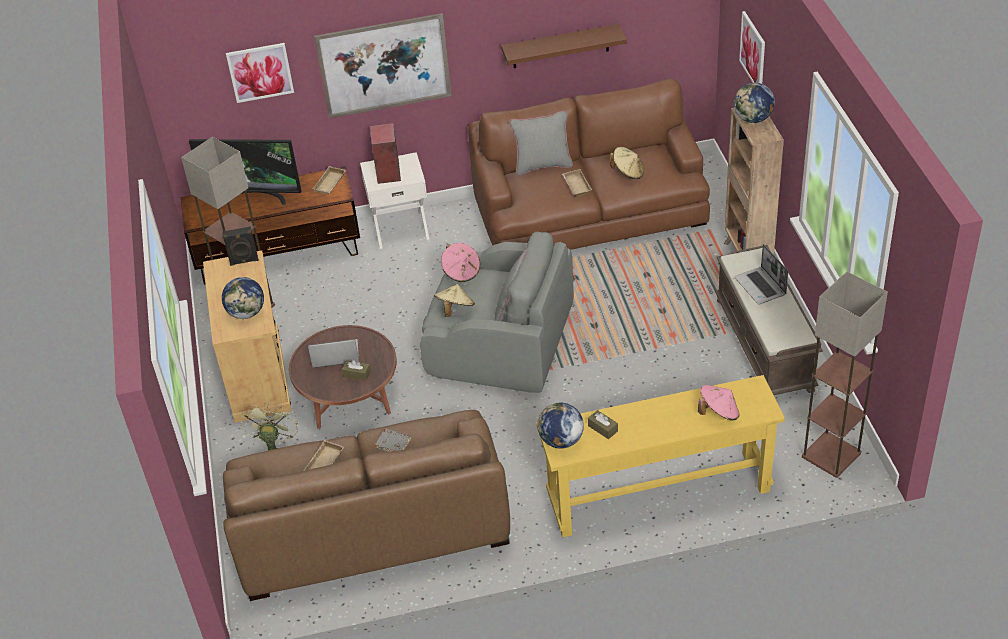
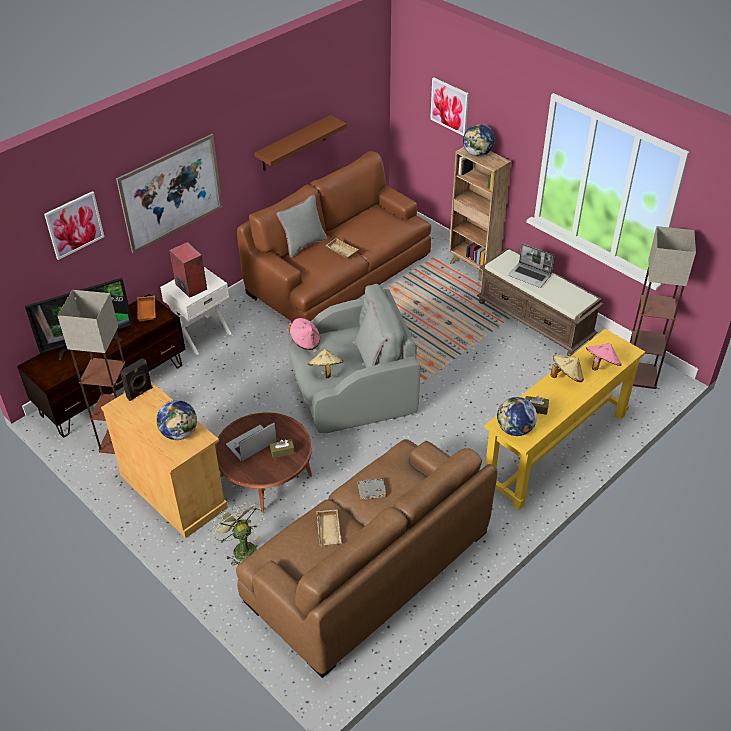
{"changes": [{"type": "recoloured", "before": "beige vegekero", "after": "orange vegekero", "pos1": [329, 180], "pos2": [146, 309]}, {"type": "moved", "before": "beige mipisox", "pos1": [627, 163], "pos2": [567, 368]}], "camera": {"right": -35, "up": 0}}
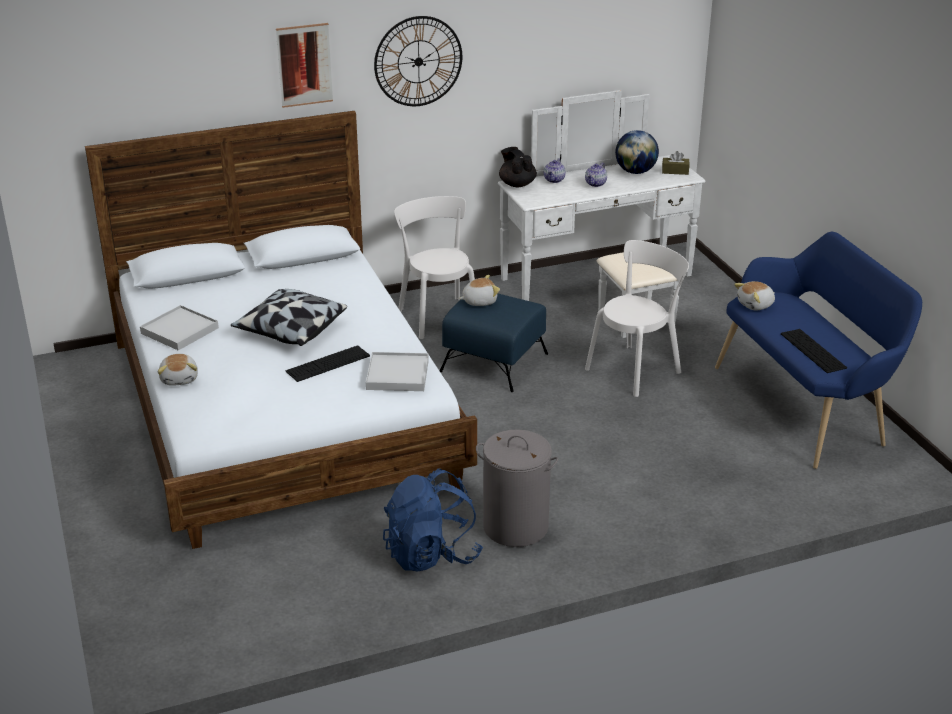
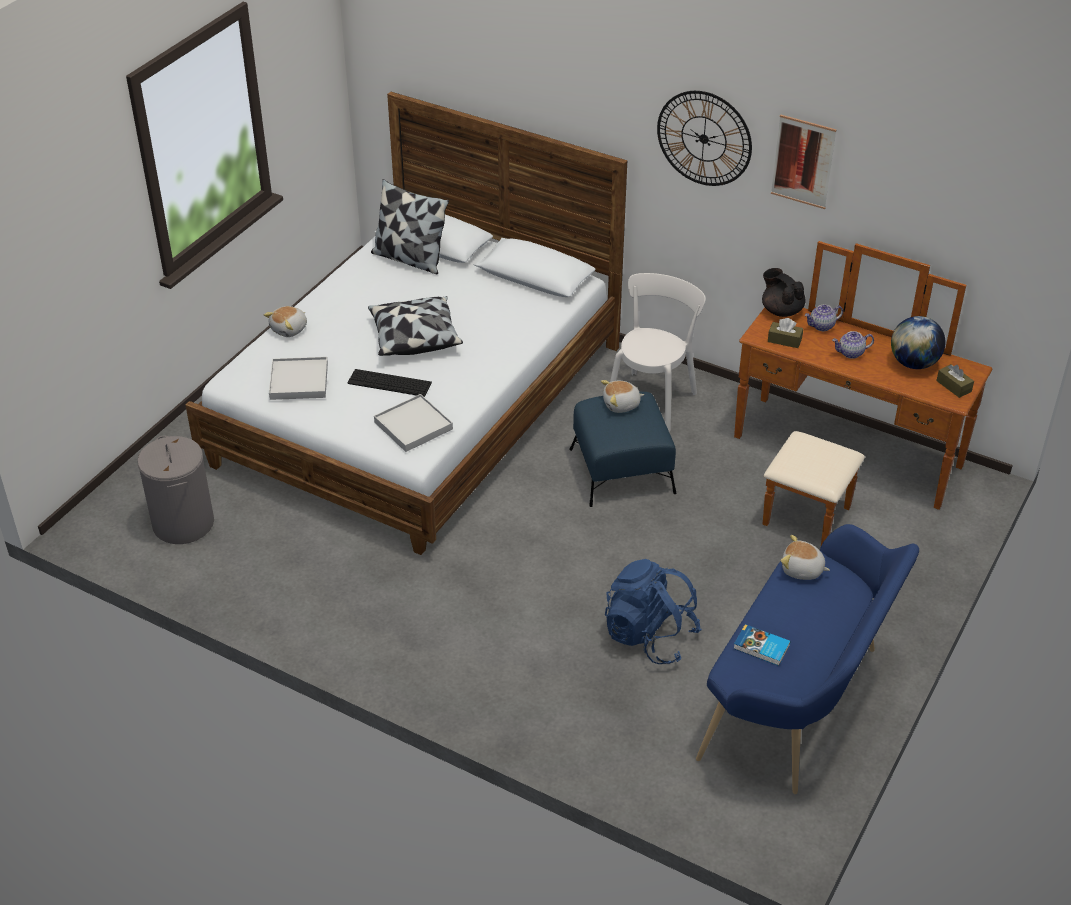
{"changes": [{"type": "moved", "before": "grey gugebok", "pos1": [517, 488], "pos2": [175, 489]}, {"type": "moved", "before": "white vegekero", "pos1": [179, 327], "pos2": [298, 378]}, {"type": "added", "after": "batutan", "pos2": [410, 226]}, {"type": "turned", "before": "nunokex", "pos1": [479, 290], "pos2": [622, 396], "turn": 135}, {"type": "moved", "before": "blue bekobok", "pos1": [433, 520], "pos2": [653, 611]}, {"type": "replaced", "before": "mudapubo", "after": "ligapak", "pos1": [814, 351], "pos2": [761, 645]}, {"type": "recoloured", "before": "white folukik", "after": "brown folukik", "pos1": [601, 214], "pos2": [863, 393]}, {"type": "turned", "before": "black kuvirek", "pos1": [518, 167], "pos2": [784, 292], "turn": -60}, {"type": "added", "after": "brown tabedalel", "pos2": [785, 333]}, {"type": "moved", "before": "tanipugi", "pos1": [304, 65], "pos2": [804, 162]}, {"type": "removed", "before": "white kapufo", "pos1": [637, 318]}], "camera": {"right": 50, "up": 10}}
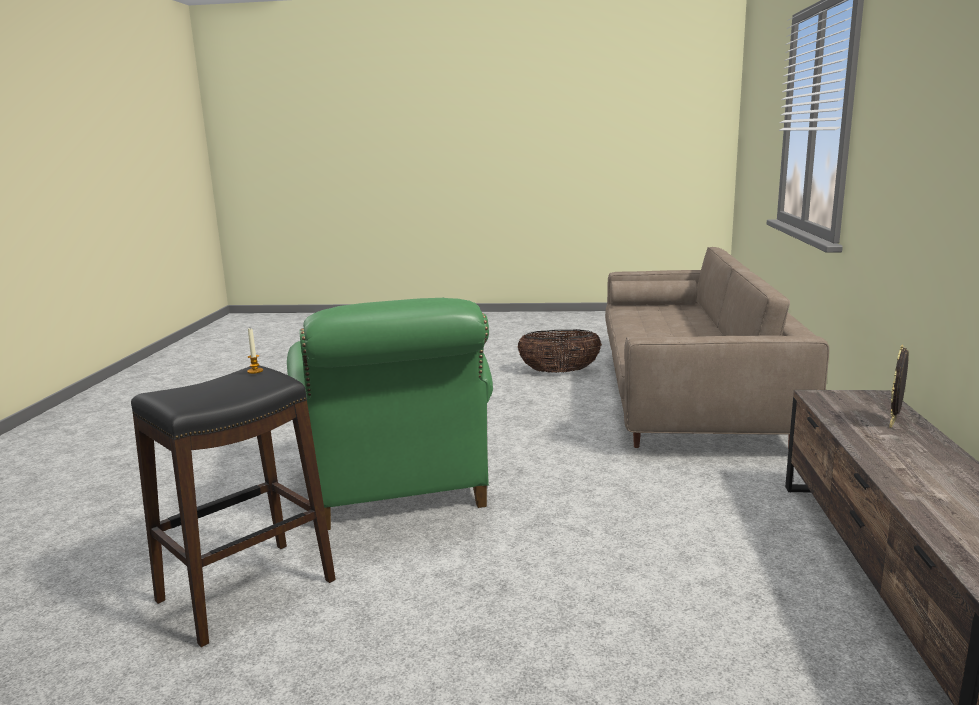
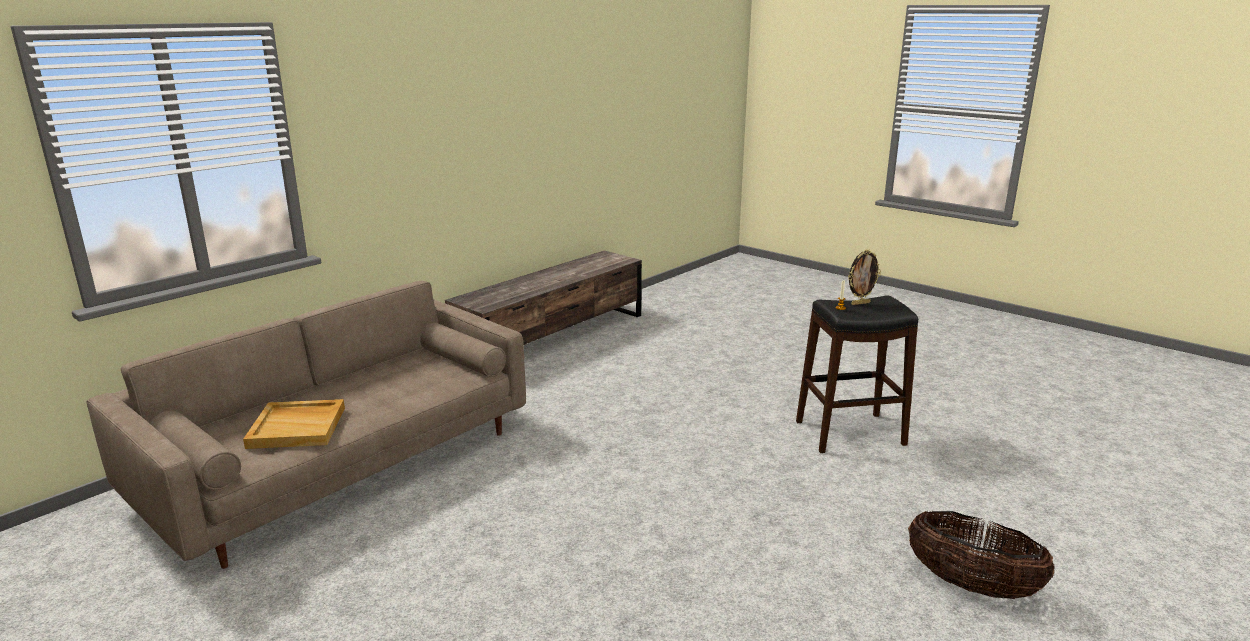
{"changes": [{"type": "added", "after": "beige vegekero", "pos2": [294, 424]}, {"type": "moved", "before": "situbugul", "pos1": [899, 386], "pos2": [864, 277]}, {"type": "moved", "before": "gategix", "pos1": [560, 351], "pos2": [981, 554]}, {"type": "removed", "before": "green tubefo", "pos1": [390, 414]}], "camera": {"right": -145, "up": 5}}
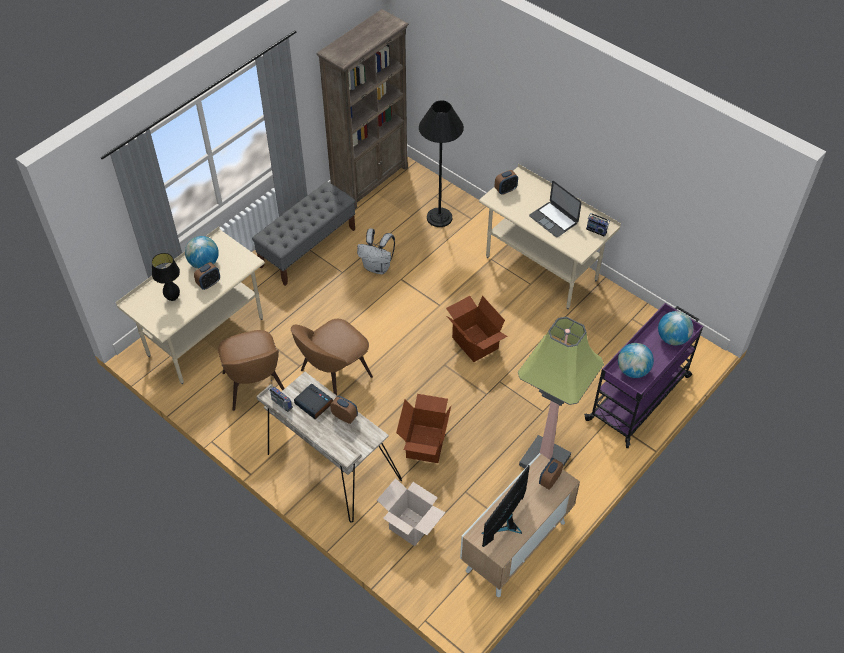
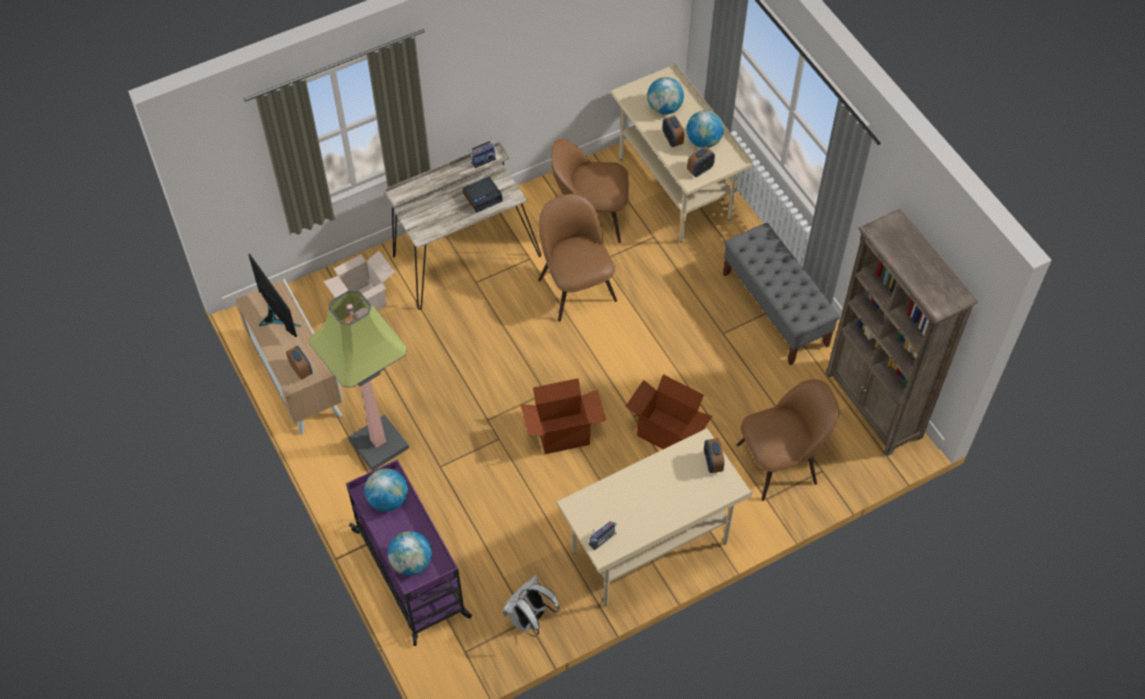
{"changes": [{"type": "moved", "before": "white bekobok", "pos1": [376, 251], "pos2": [531, 606]}, {"type": "moved", "before": "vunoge", "pos1": [423, 428], "pos2": [669, 411]}, {"type": "replaced", "before": "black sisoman", "after": "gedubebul", "pos1": [166, 277], "pos2": [665, 96]}, {"type": "moved", "before": "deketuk", "pos1": [344, 410], "pos2": [701, 161]}, {"type": "replaced", "before": "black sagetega", "after": "brown kapufo", "pos1": [441, 163], "pos2": [788, 440]}, {"type": "removed", "before": "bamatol", "pos1": [555, 209]}], "camera": {"right": 110, "up": 5}}
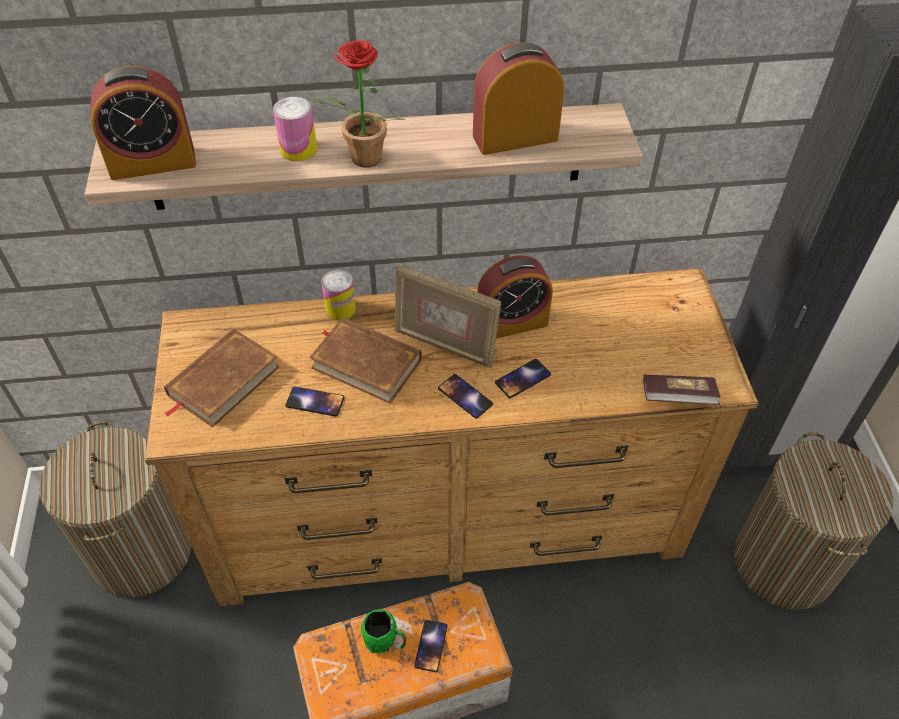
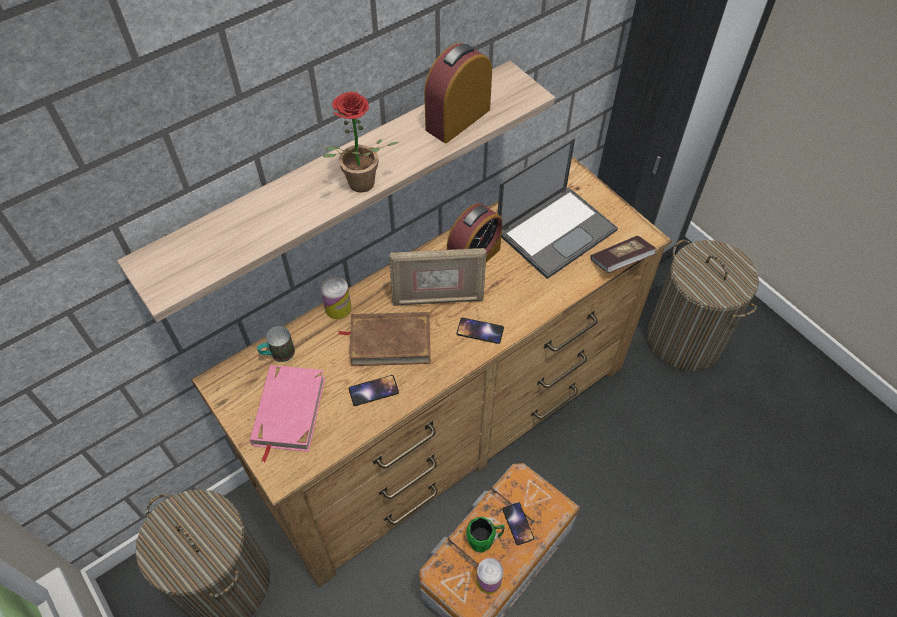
{"changes": [{"type": "recoloured", "before": "brown ligapak", "after": "pink ligapak", "pos1": [221, 378], "pos2": [287, 414]}, {"type": "added", "after": "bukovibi", "pos2": [276, 344]}, {"type": "moved", "before": "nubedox", "pos1": [295, 129], "pos2": [489, 576]}, {"type": "added", "after": "bamatol", "pos2": [558, 208]}, {"type": "removed", "before": "deketuk", "pos1": [143, 123]}, {"type": "removed", "before": "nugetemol", "pos1": [523, 378]}], "camera": {"right": -30, "up": 5}}
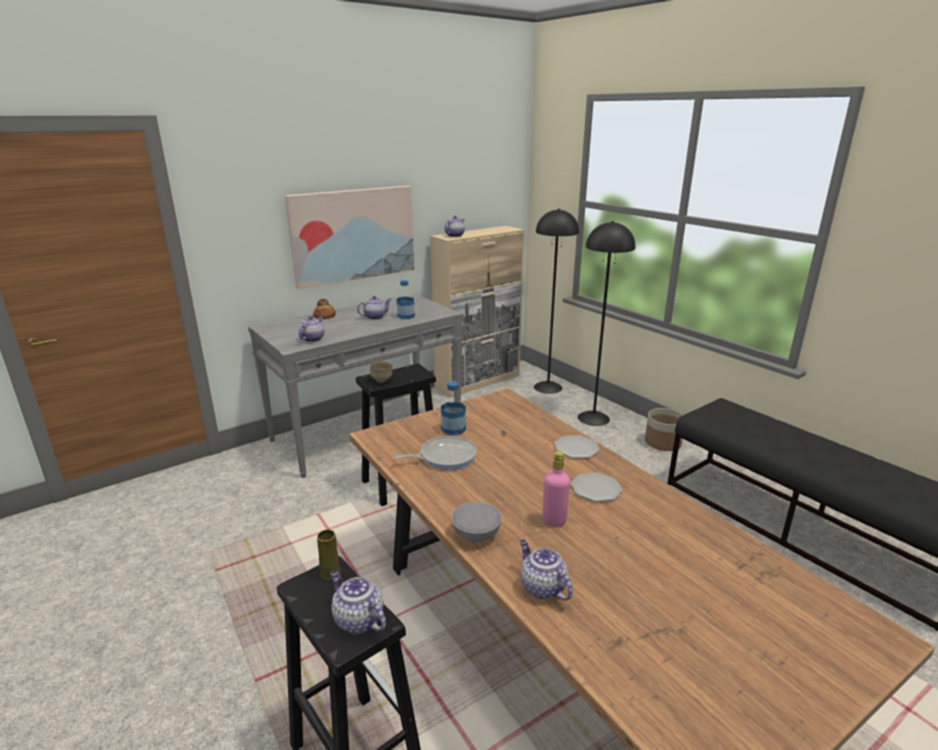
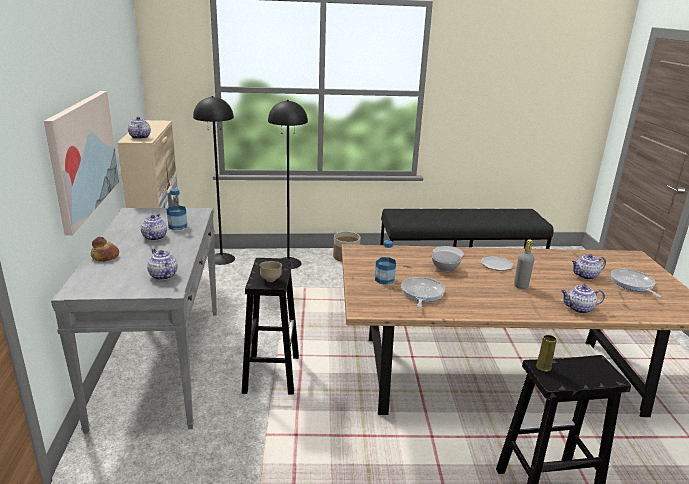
{"changes": [{"type": "moved", "before": "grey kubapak", "pos1": [476, 522], "pos2": [446, 261]}, {"type": "recoloured", "before": "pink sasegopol", "after": "grey sasegopol", "pos1": [556, 489], "pos2": [524, 264]}, {"type": "moved", "before": "kuvirek", "pos1": [358, 602], "pos2": [589, 267]}, {"type": "added", "after": "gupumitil", "pos2": [635, 283]}], "camera": {"right": -60, "up": 0}}
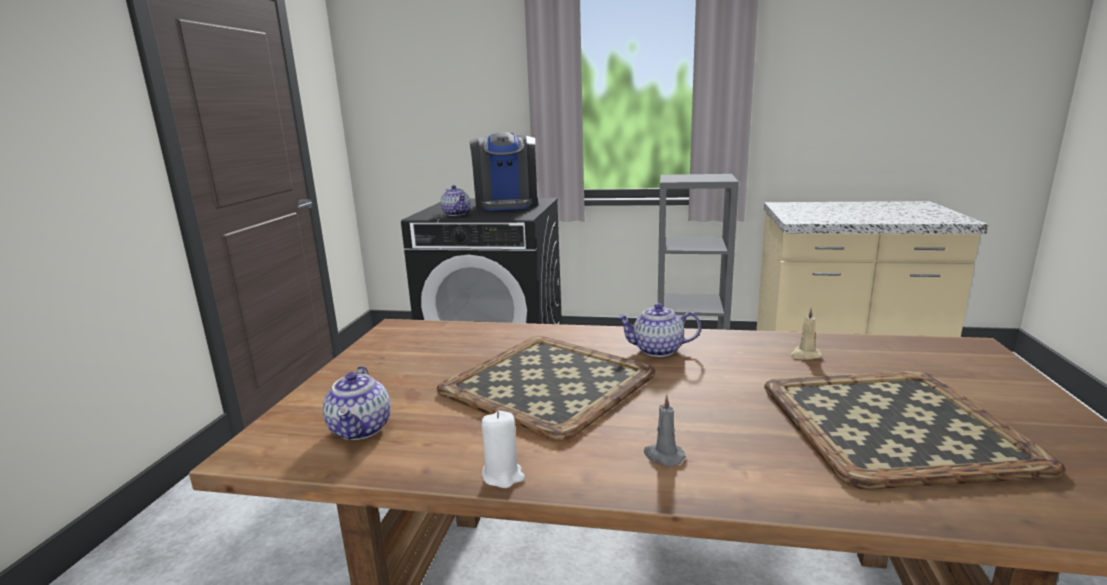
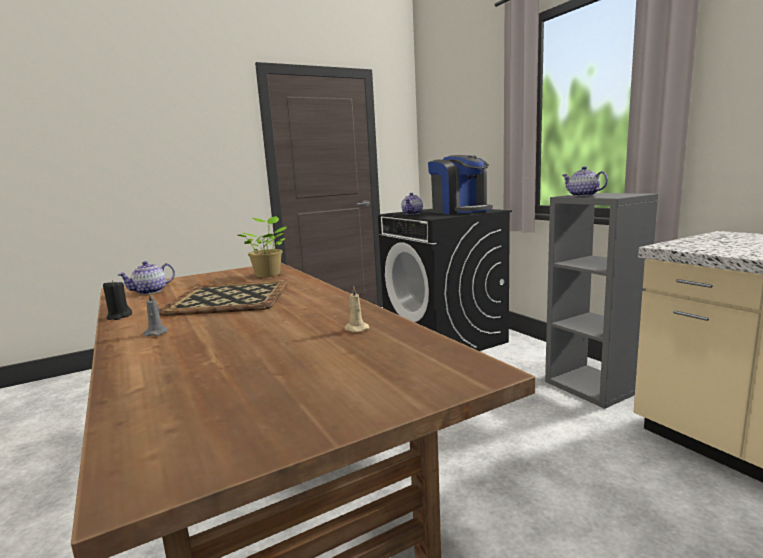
{"changes": [{"type": "recoloured", "before": "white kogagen", "after": "black kogagen", "pos1": [503, 449], "pos2": [117, 300]}, {"type": "added", "after": "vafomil", "pos2": [262, 247]}, {"type": "turned", "before": "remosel", "pos1": [503, 171], "pos2": [460, 185], "turn": -75}, {"type": "moved", "before": "kuvirek", "pos1": [658, 330], "pos2": [585, 181]}, {"type": "removed", "before": "vegekero", "pos1": [914, 430]}], "camera": {"right": 50, "up": -5}}
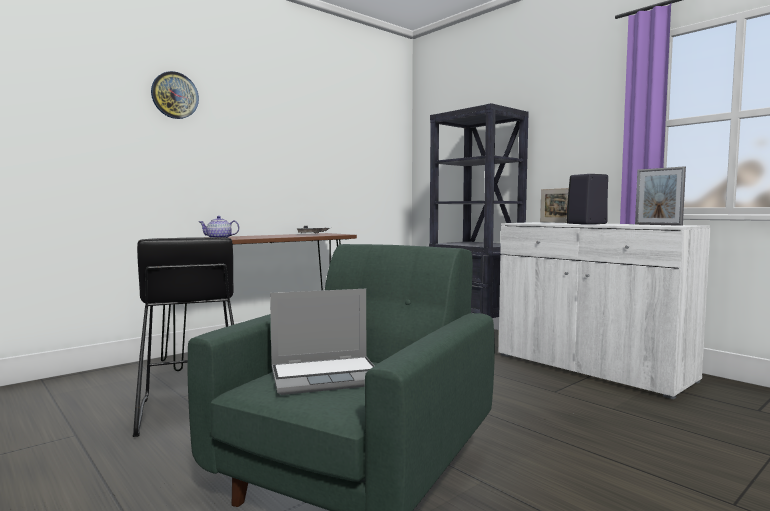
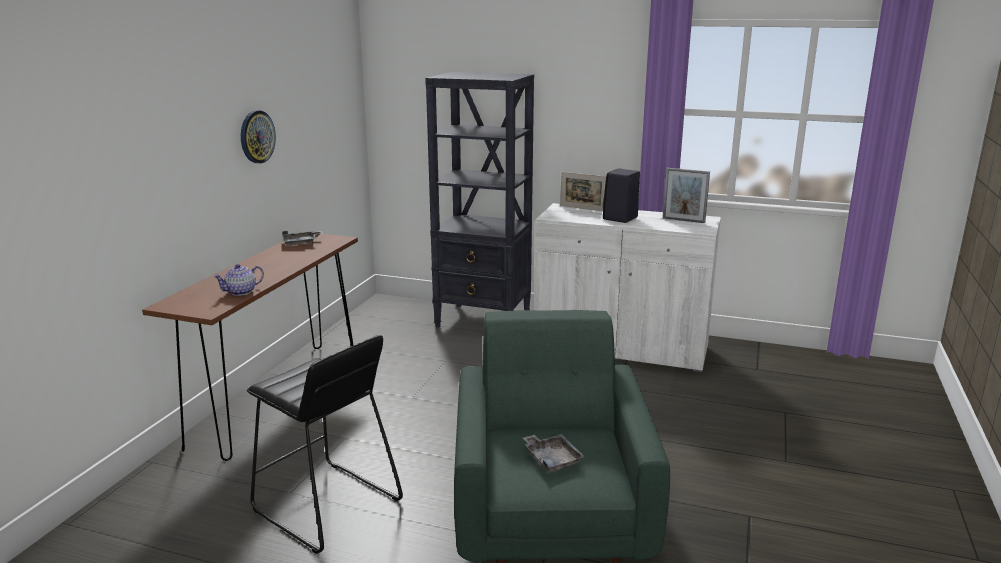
{"changes": [{"type": "moved", "before": "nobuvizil", "pos1": [175, 95], "pos2": [258, 136]}, {"type": "replaced", "before": "bamatol", "after": "grey vegekero", "pos1": [322, 342], "pos2": [554, 453]}], "camera": {"right": -30, "up": 15}}
